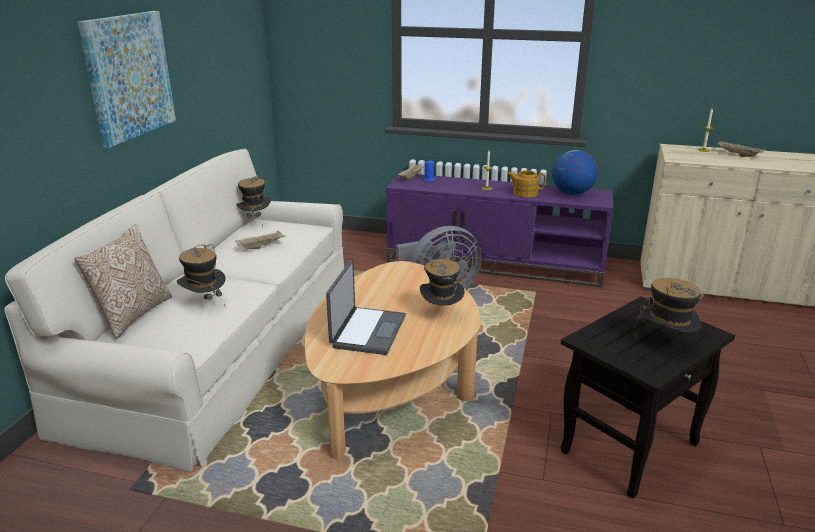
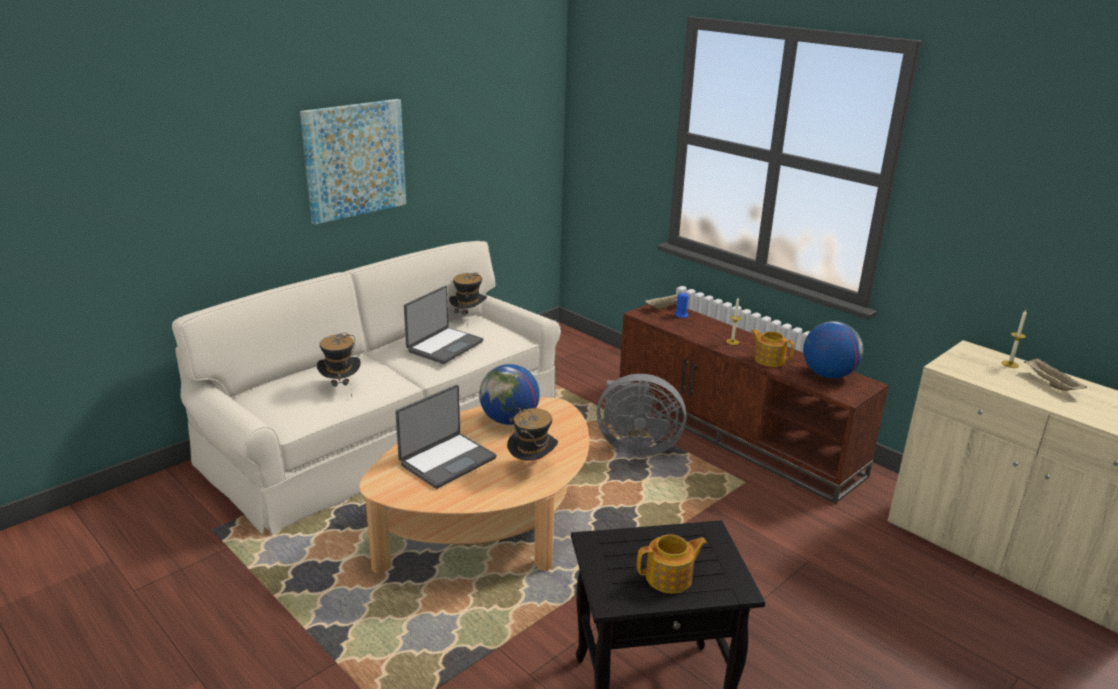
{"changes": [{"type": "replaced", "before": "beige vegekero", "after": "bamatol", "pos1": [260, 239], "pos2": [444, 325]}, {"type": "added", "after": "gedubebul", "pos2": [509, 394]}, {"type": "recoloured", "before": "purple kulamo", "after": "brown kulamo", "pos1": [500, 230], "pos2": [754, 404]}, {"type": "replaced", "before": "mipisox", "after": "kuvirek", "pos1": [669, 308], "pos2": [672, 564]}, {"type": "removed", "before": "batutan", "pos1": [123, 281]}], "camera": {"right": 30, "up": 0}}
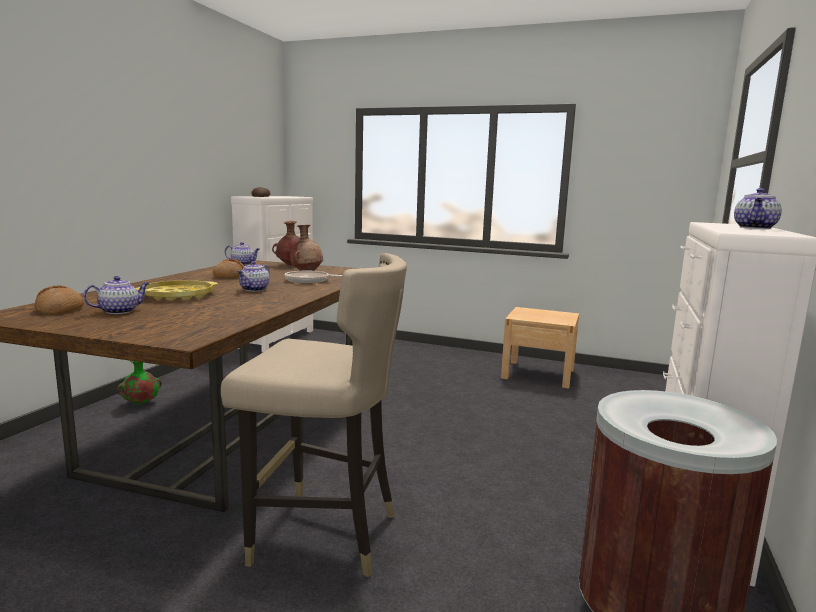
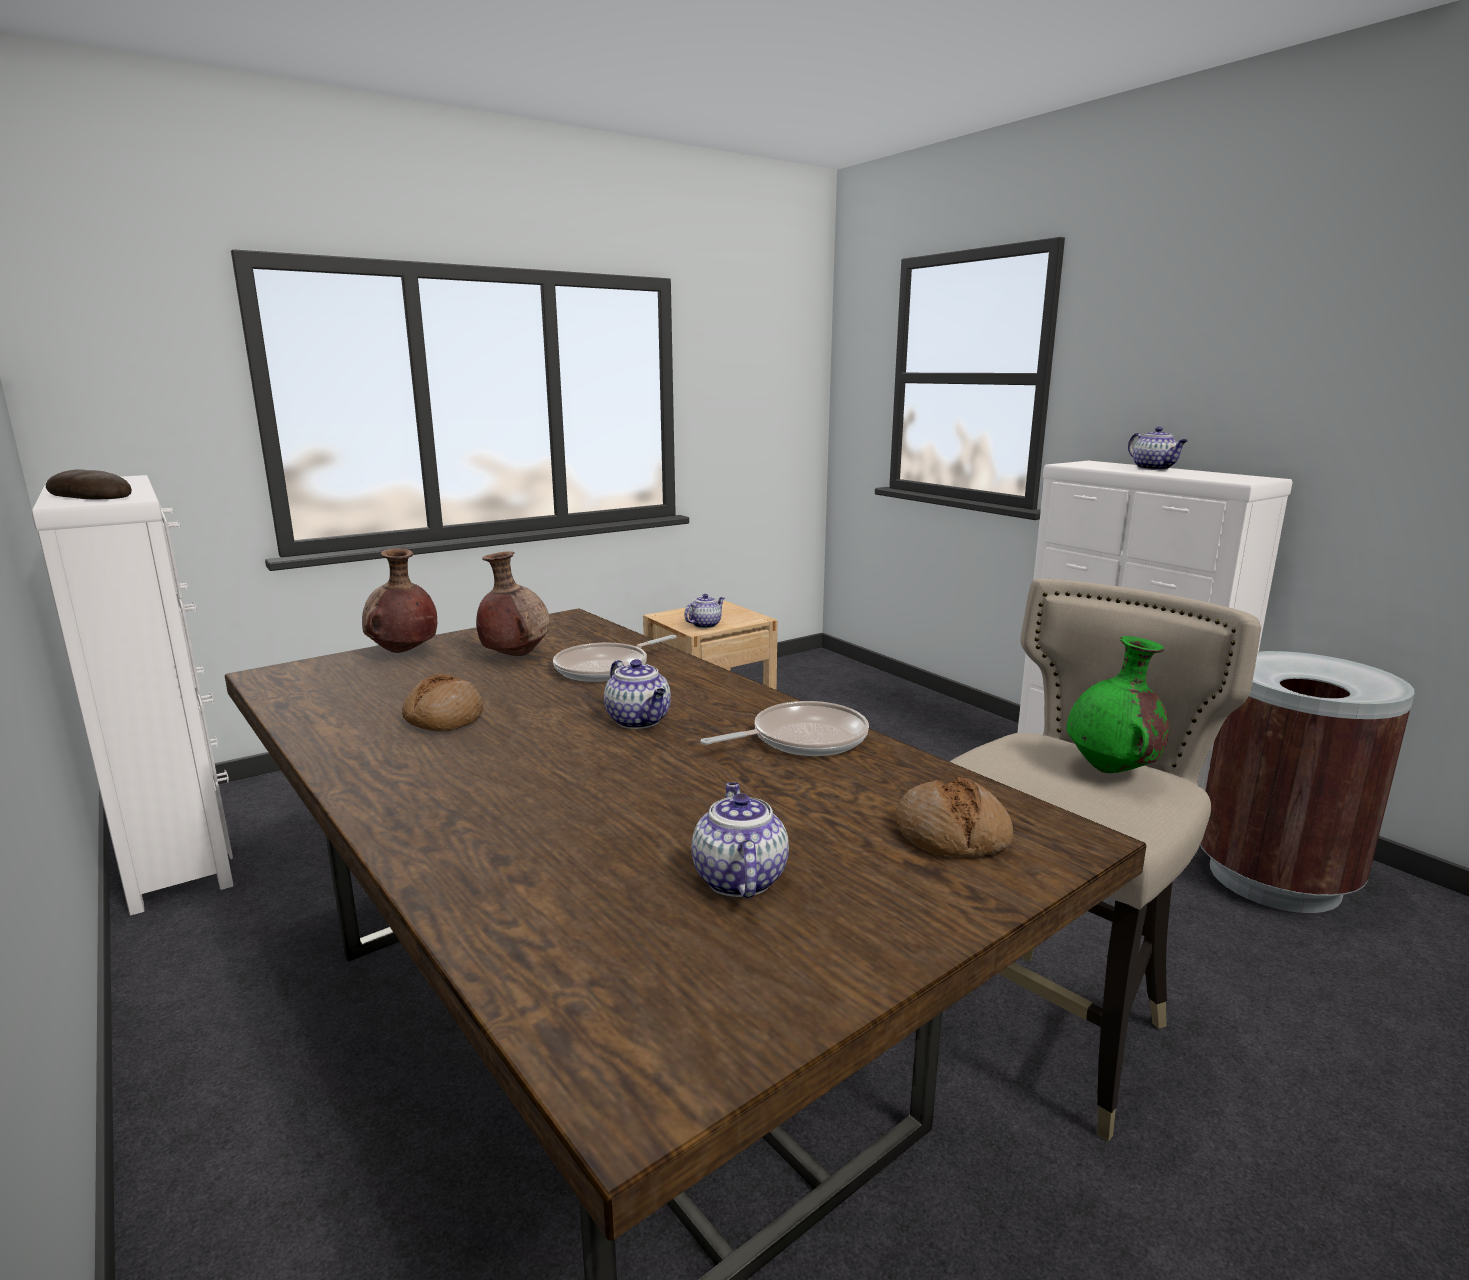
{"changes": [{"type": "moved", "before": "kuvirek", "pos1": [242, 253], "pos2": [704, 611]}, {"type": "added", "after": "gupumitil", "pos2": [785, 728]}, {"type": "moved", "before": "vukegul", "pos1": [59, 300], "pos2": [954, 817]}, {"type": "moved", "before": "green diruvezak", "pos1": [139, 382], "pos2": [1118, 704]}, {"type": "removed", "before": "yellow vegekero", "pos1": [177, 290]}], "camera": {"right": -55, "up": 5}}
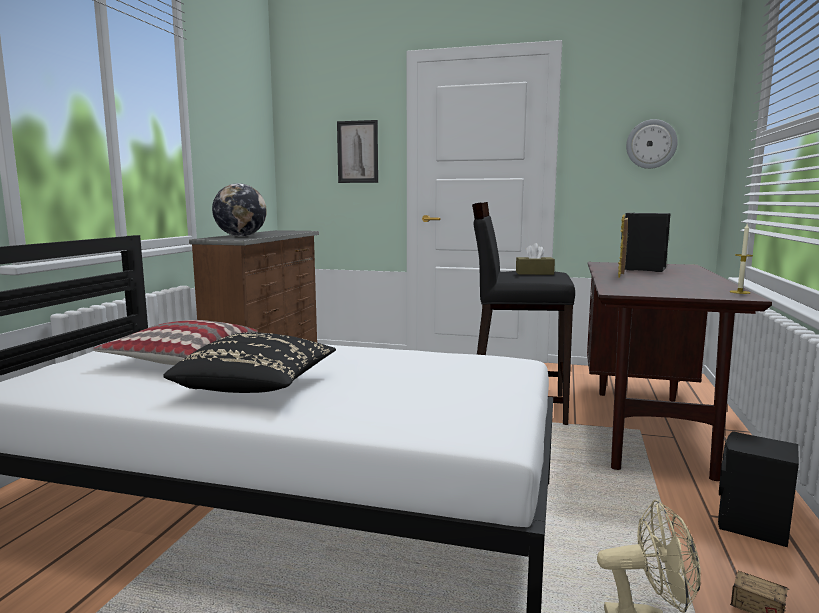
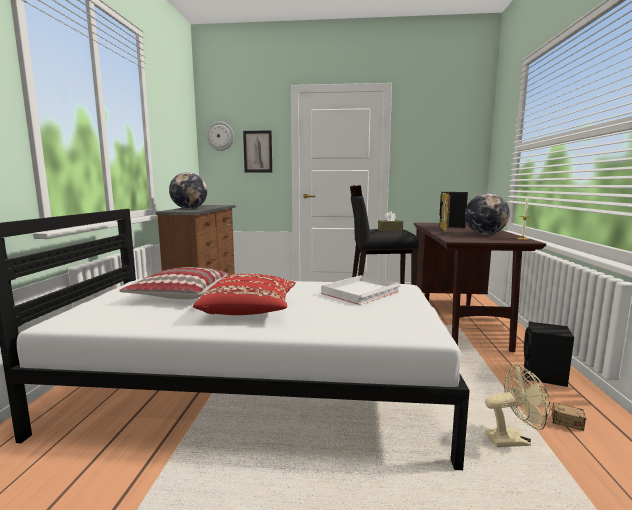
{"changes": [{"type": "recoloured", "before": "black batutan", "after": "red batutan", "pos1": [249, 362], "pos2": [244, 294]}, {"type": "moved", "before": "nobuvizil", "pos1": [652, 144], "pos2": [220, 136]}, {"type": "added", "after": "white vegekero", "pos2": [360, 290]}, {"type": "added", "after": "gedubebul", "pos2": [487, 214]}], "camera": {"right": -10, "up": 0}}
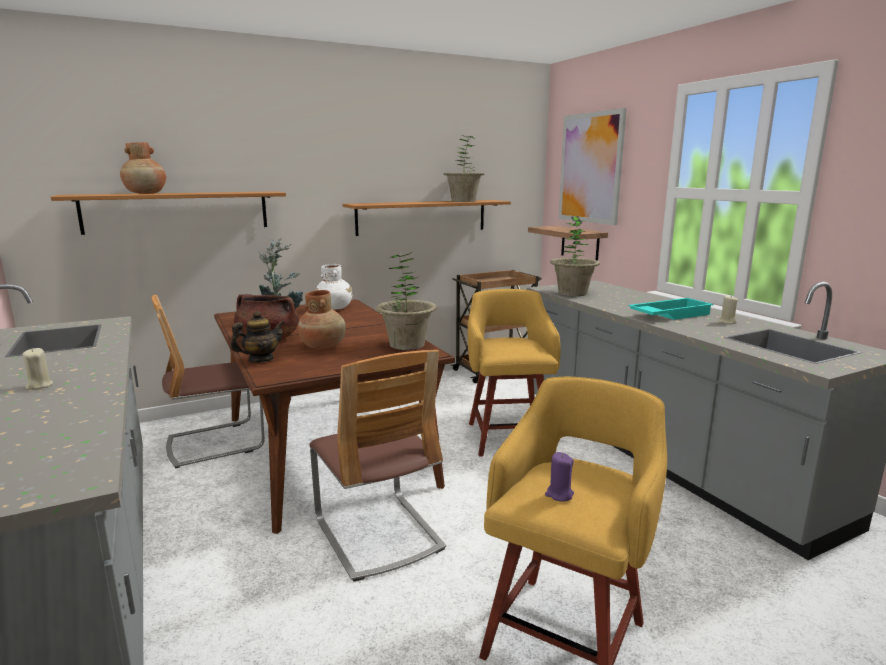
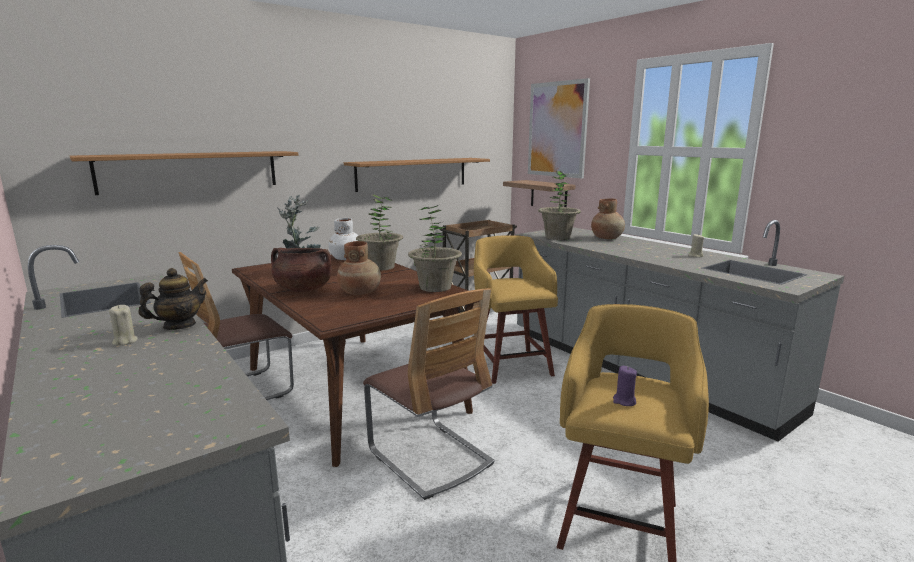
{"changes": [{"type": "moved", "before": "kuvirek", "pos1": [257, 337], "pos2": [173, 299]}, {"type": "moved", "before": "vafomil", "pos1": [464, 168], "pos2": [379, 232]}, {"type": "moved", "before": "brown diruvezak", "pos1": [143, 168], "pos2": [608, 219]}, {"type": "removed", "before": "turquoise vegekero", "pos1": [671, 309]}], "camera": {"right": -10, "up": 0}}
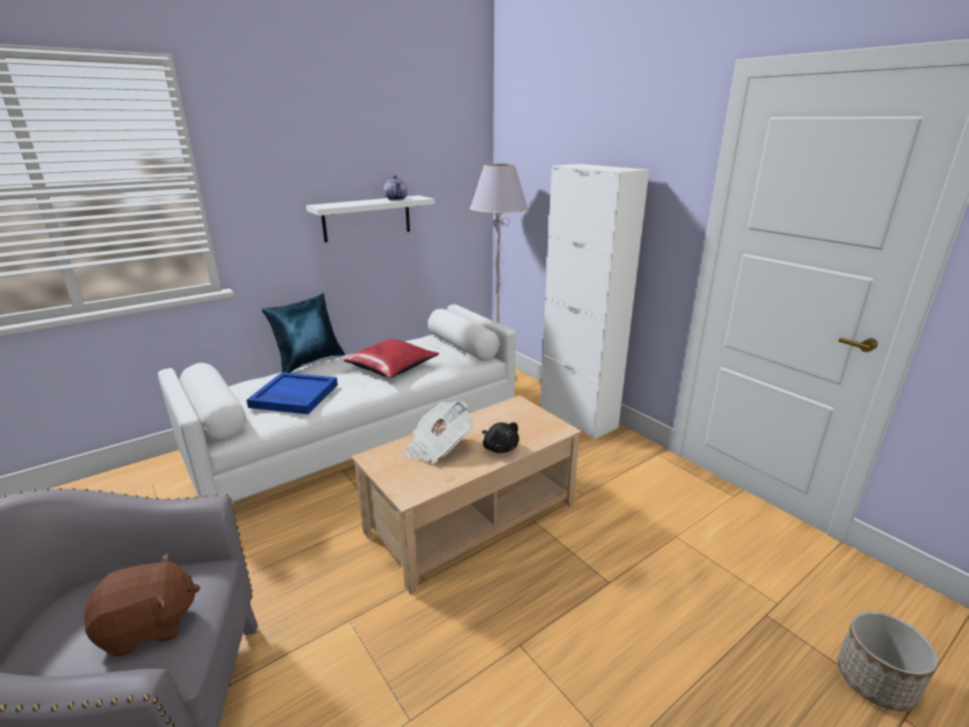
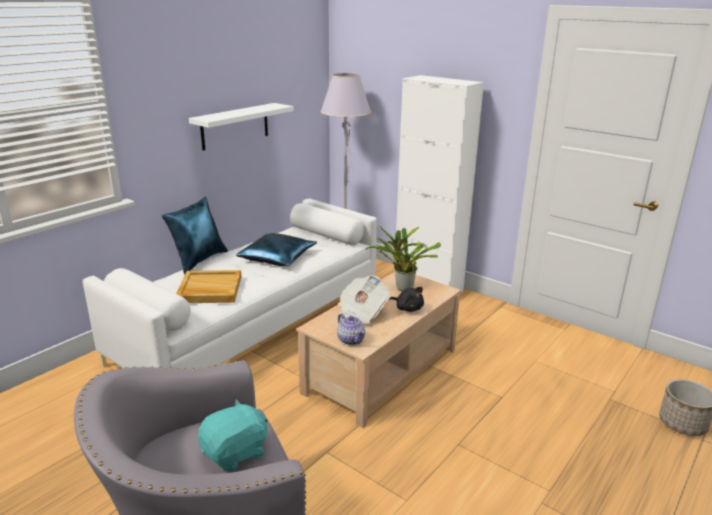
{"changes": [{"type": "recoloured", "before": "blue vegekero", "after": "beige vegekero", "pos1": [292, 393], "pos2": [208, 286]}, {"type": "recoloured", "before": "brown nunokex", "after": "turquoise nunokex", "pos1": [142, 604], "pos2": [233, 435]}, {"type": "recoloured", "before": "red batutan", "after": "blue batutan", "pos1": [391, 358], "pos2": [276, 249]}, {"type": "moved", "before": "kuvirek", "pos1": [396, 187], "pos2": [351, 329]}, {"type": "added", "after": "vafomil", "pos2": [403, 258]}], "camera": {"right": -15, "up": 0}}
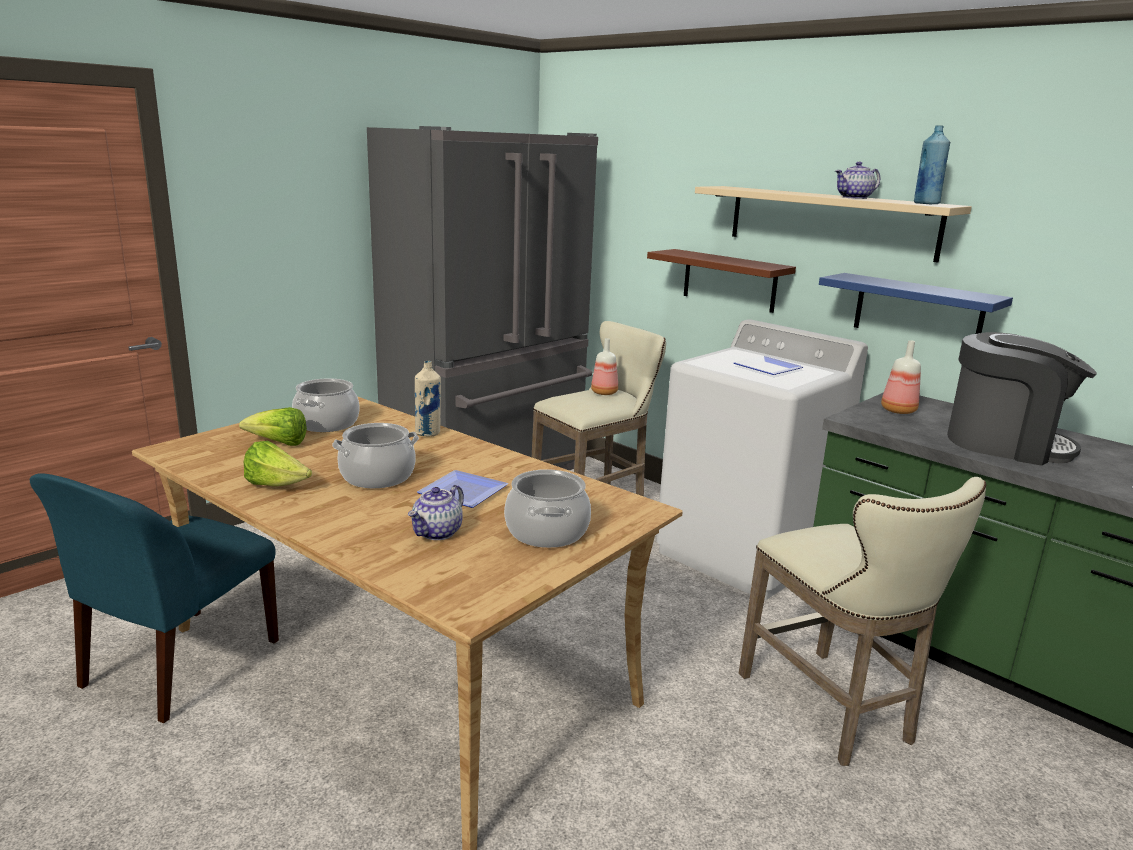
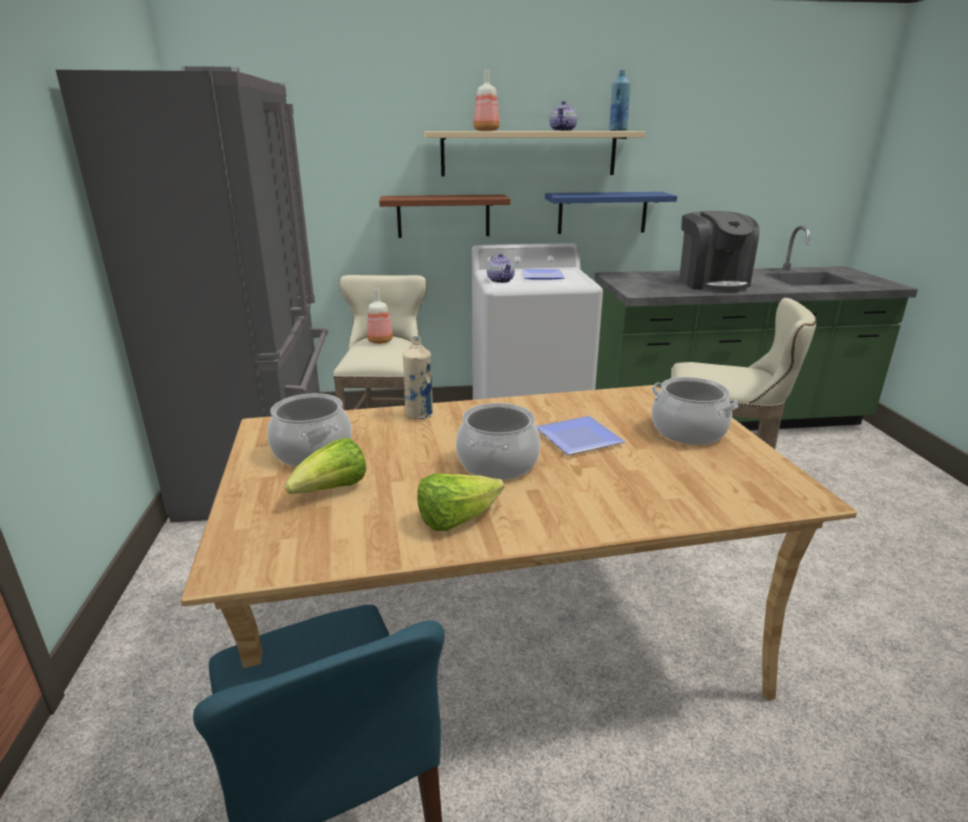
{"changes": [{"type": "moved", "before": "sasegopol", "pos1": [901, 377], "pos2": [486, 100]}, {"type": "moved", "before": "kuvirek", "pos1": [436, 512], "pos2": [501, 268]}, {"type": "turned", "before": "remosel", "pos1": [1022, 399], "pos2": [719, 252], "turn": 105}], "camera": {"right": -50, "up": 5}}
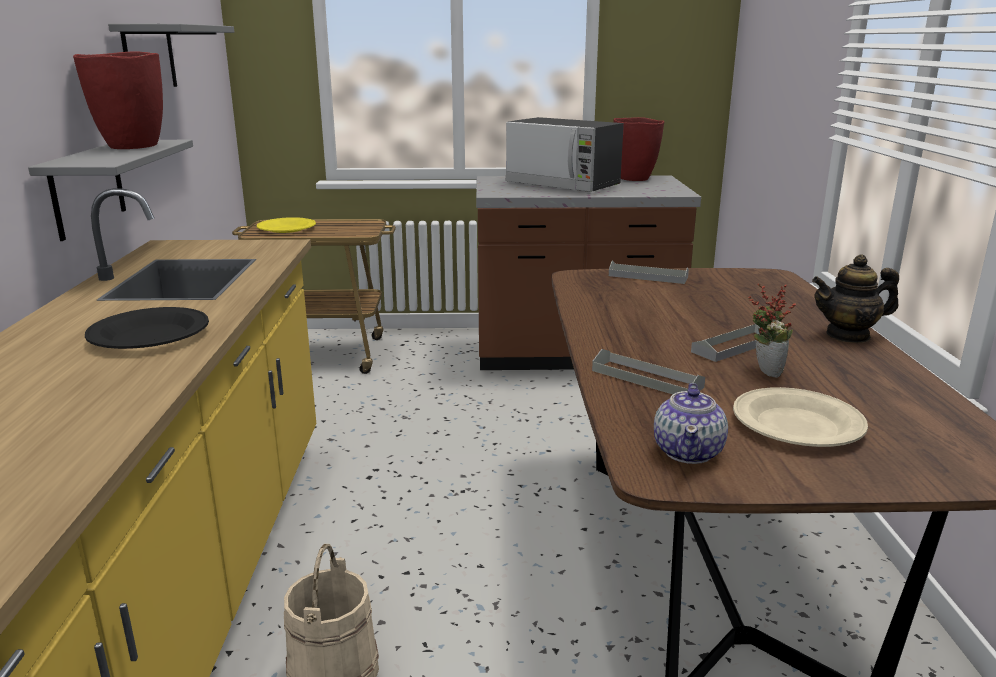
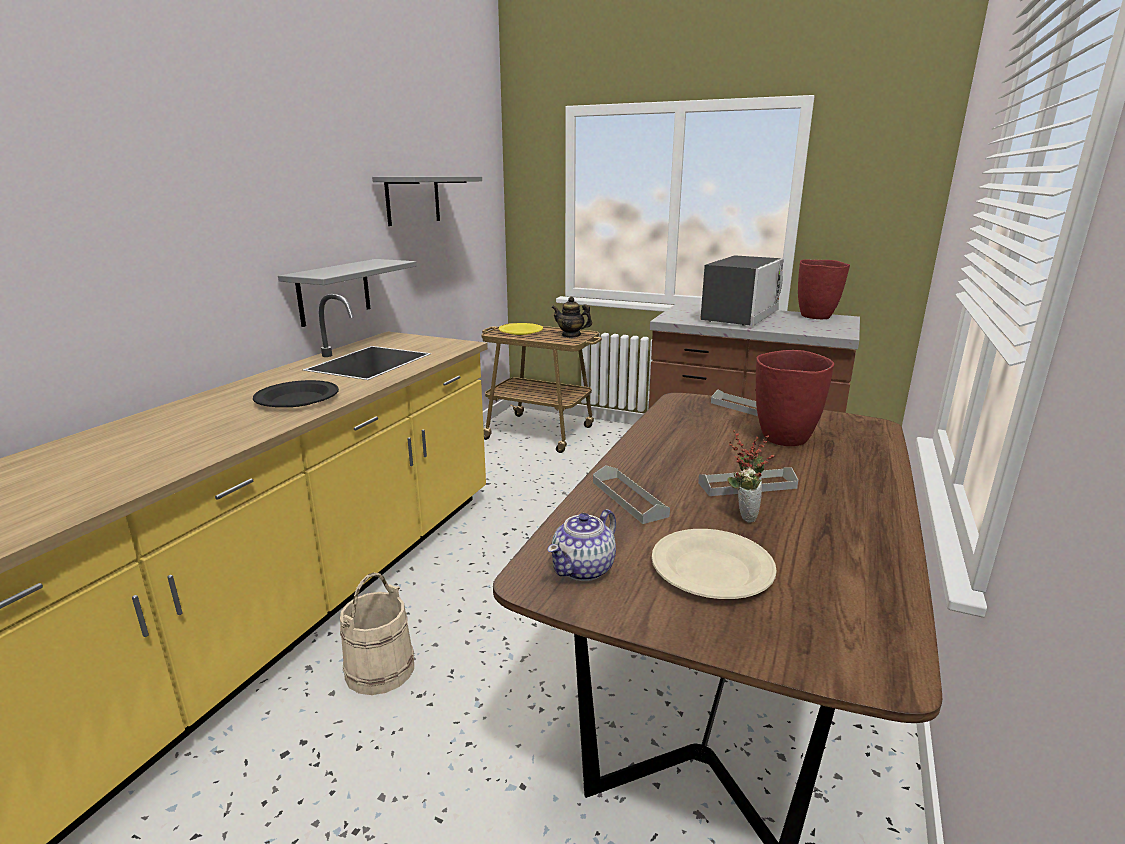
{"changes": [{"type": "moved", "before": "kuvirek", "pos1": [855, 298], "pos2": [572, 317]}, {"type": "turned", "before": "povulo", "pos1": [564, 154], "pos2": [742, 290], "turn": -120}, {"type": "moved", "before": "red diruvezak", "pos1": [118, 100], "pos2": [795, 398]}], "camera": {"right": 25, "up": 0}}
